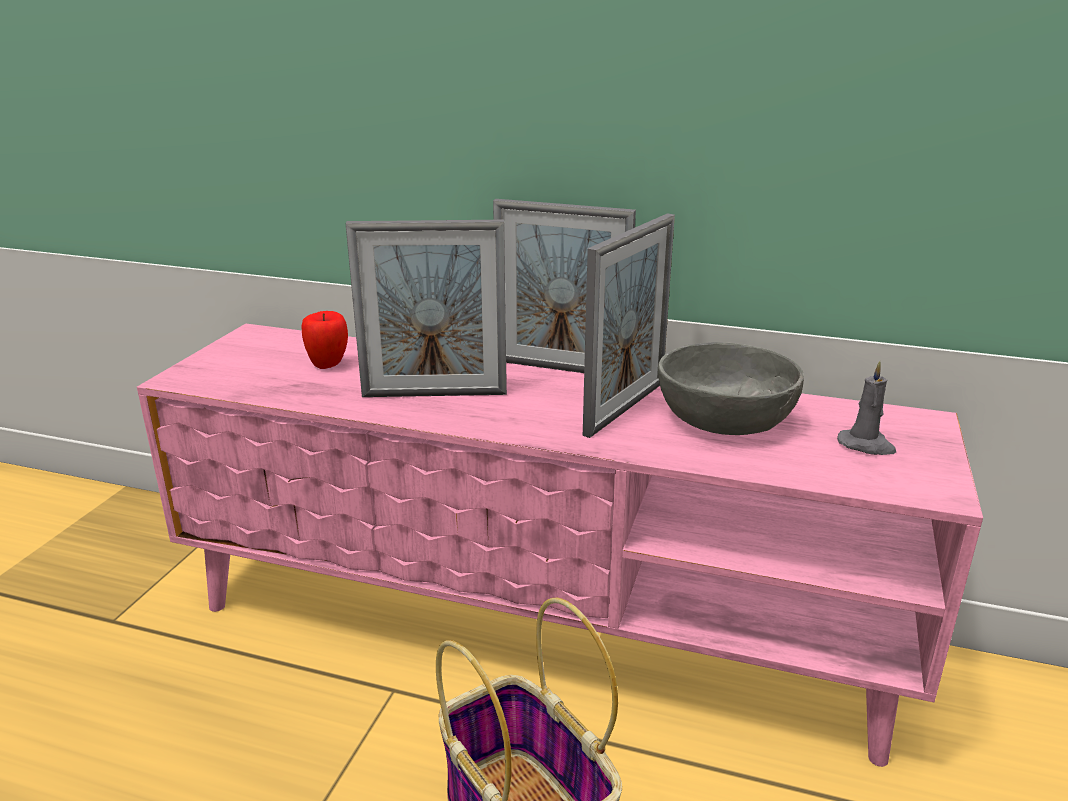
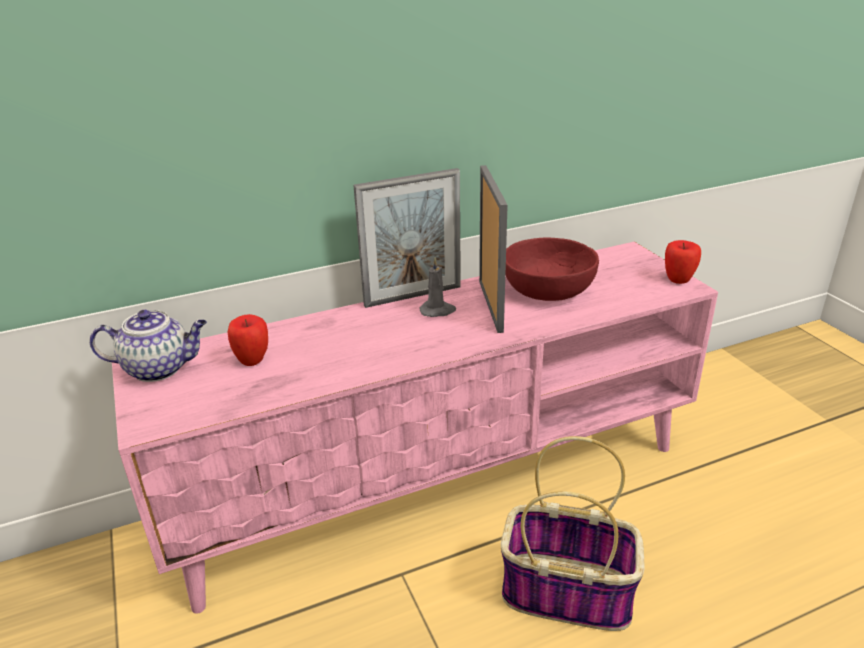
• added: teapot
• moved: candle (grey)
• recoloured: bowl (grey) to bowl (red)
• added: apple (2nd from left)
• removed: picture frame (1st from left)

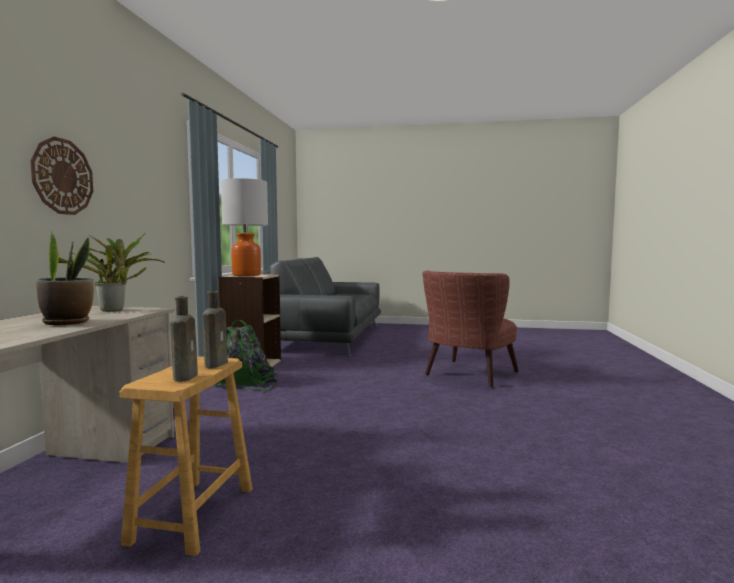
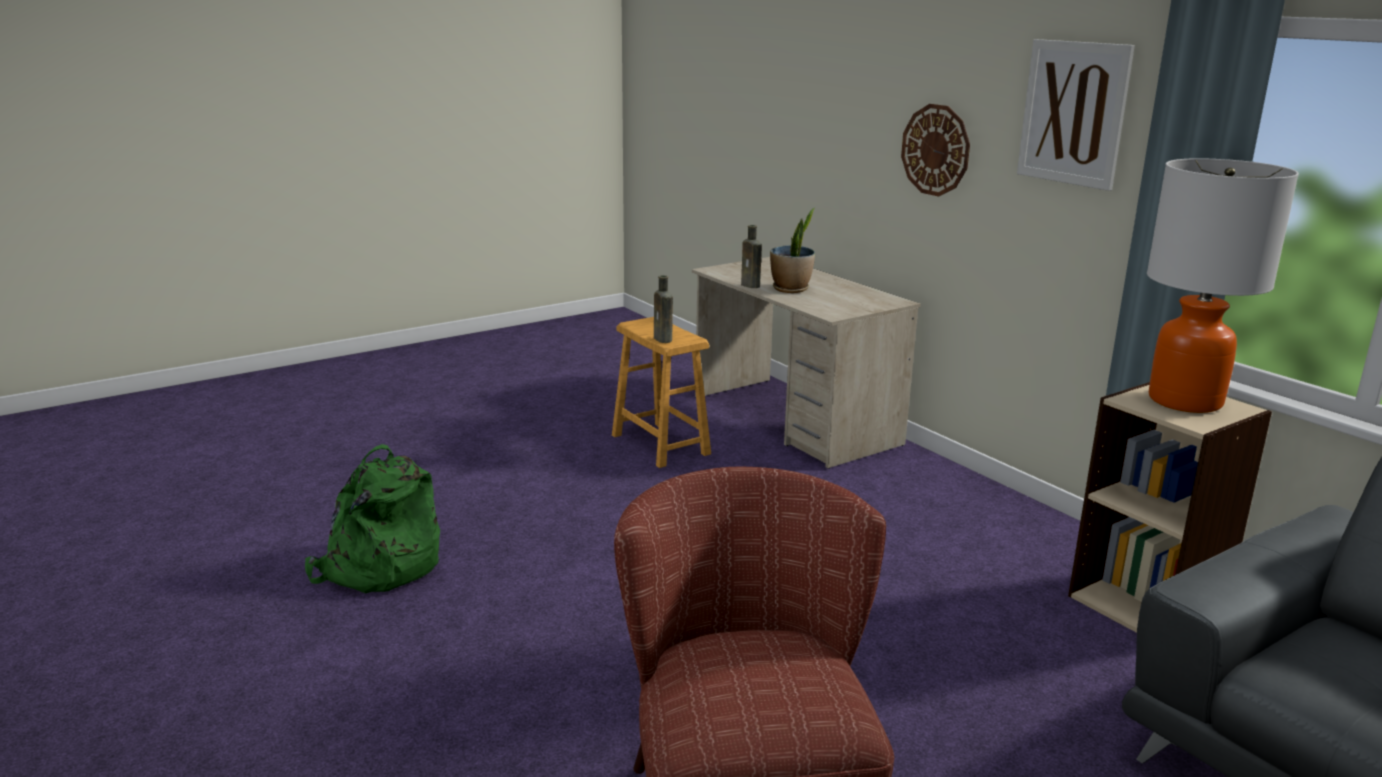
• moved: backpack (green)
• moved: bottle (brown) (1st from left in the first image) to bottle (brown) (2nd from left)
• added: picture
• removed: potted plant (2nd from left)

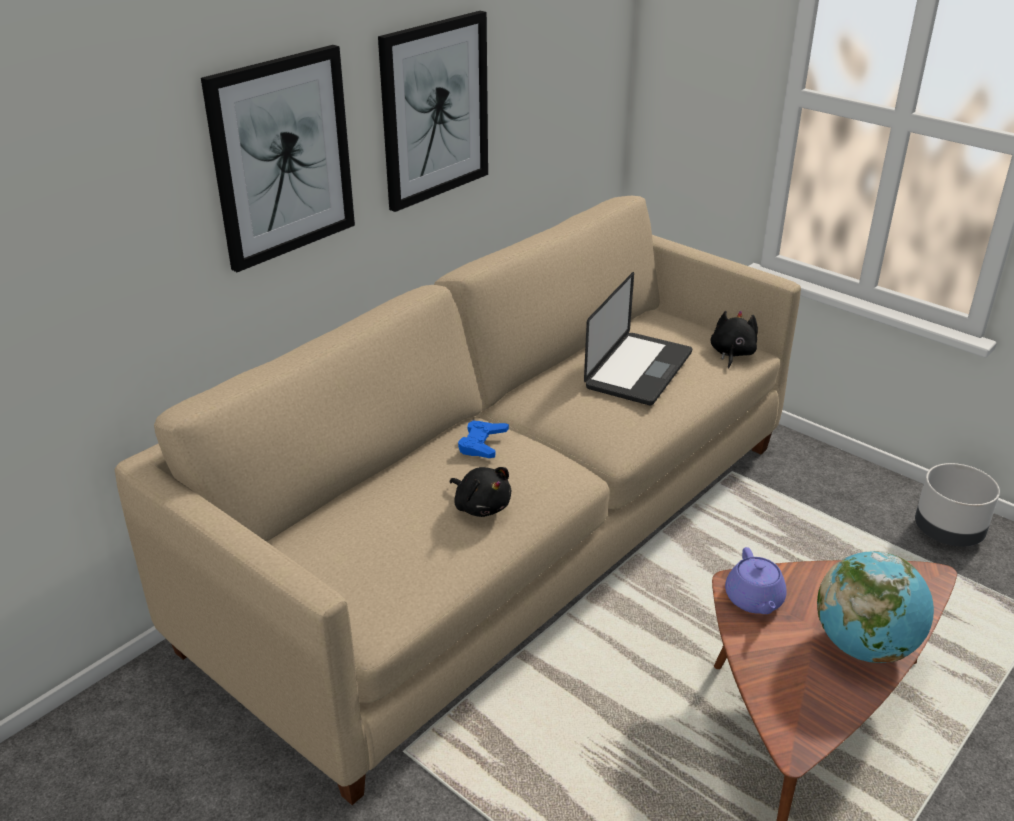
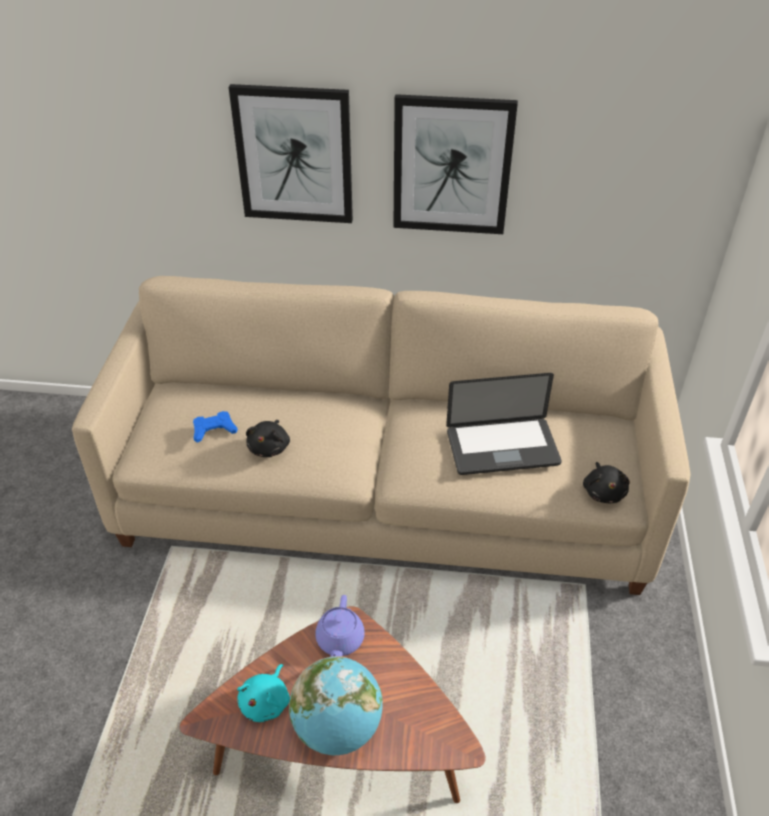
• moved: game controller (blue)
• added: plush toy (turquoise)
• turned: teapot (purple) 45 degrees counterclockwise
• turned: plush toy (black) (2nd from left) 105 degrees clockwise
• removed: planter (grey)

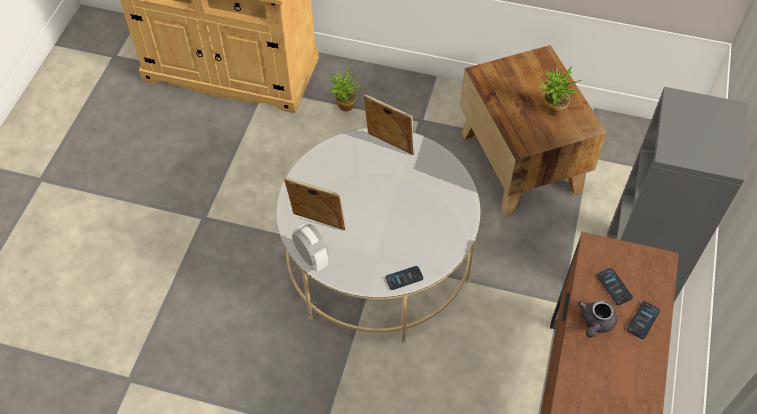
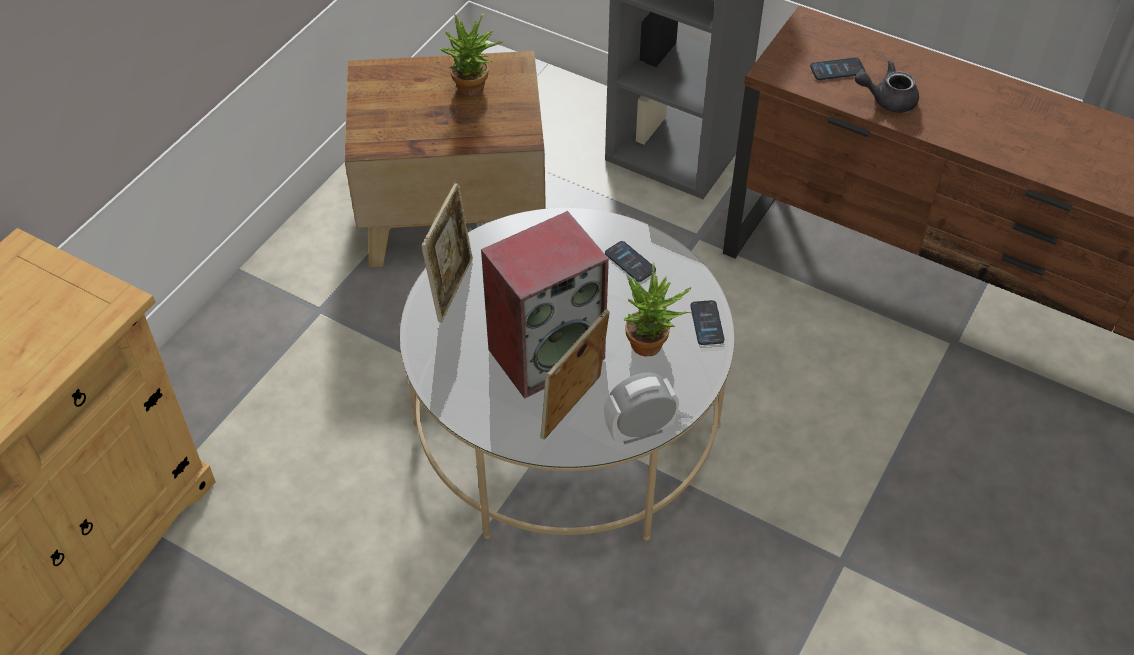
• turned: picture frame (2nd from left in the first image) 150 degrees clockwise
• added: speaker
• moved: phone (3rd from left in the first image) to phone (1st from left)
• moved: potted plant (1st from left in the first image) to potted plant (2nd from left)
• turned: teapot (grey) 135 degrees clockwise

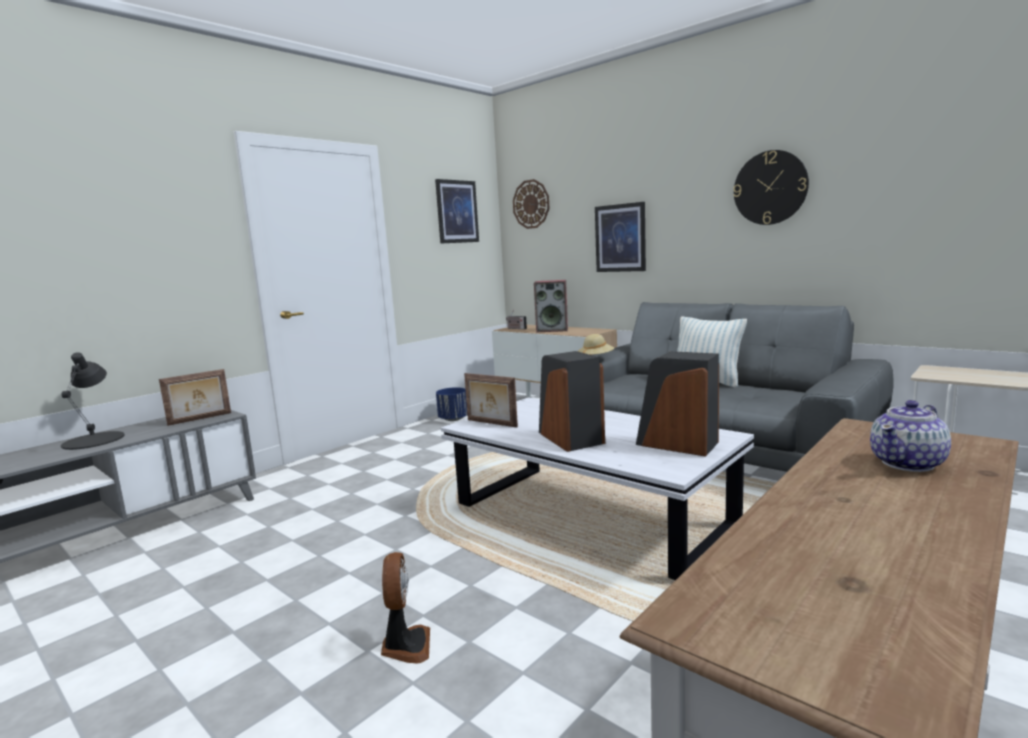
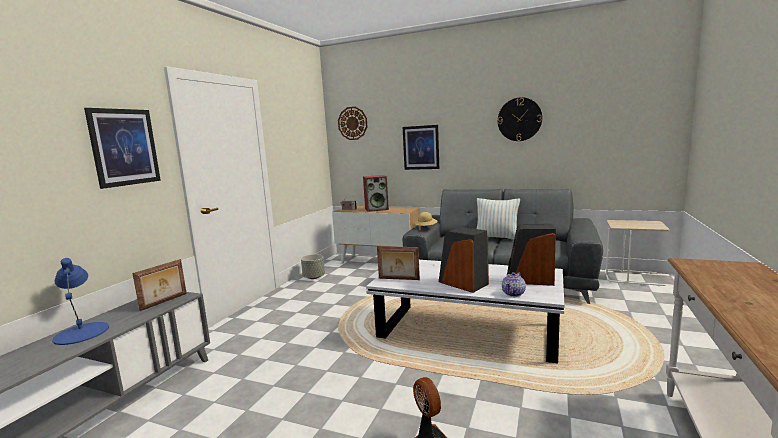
• recoloured: table lamp (black) to table lamp (blue)
• moved: picture (1st from left)
• recoloured: planter (blue) to planter (grey)
• moved: teapot

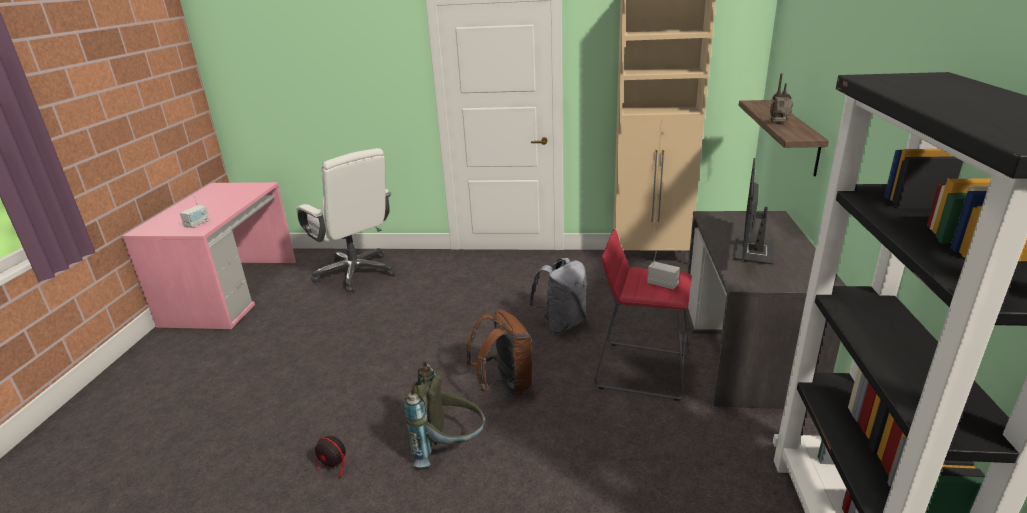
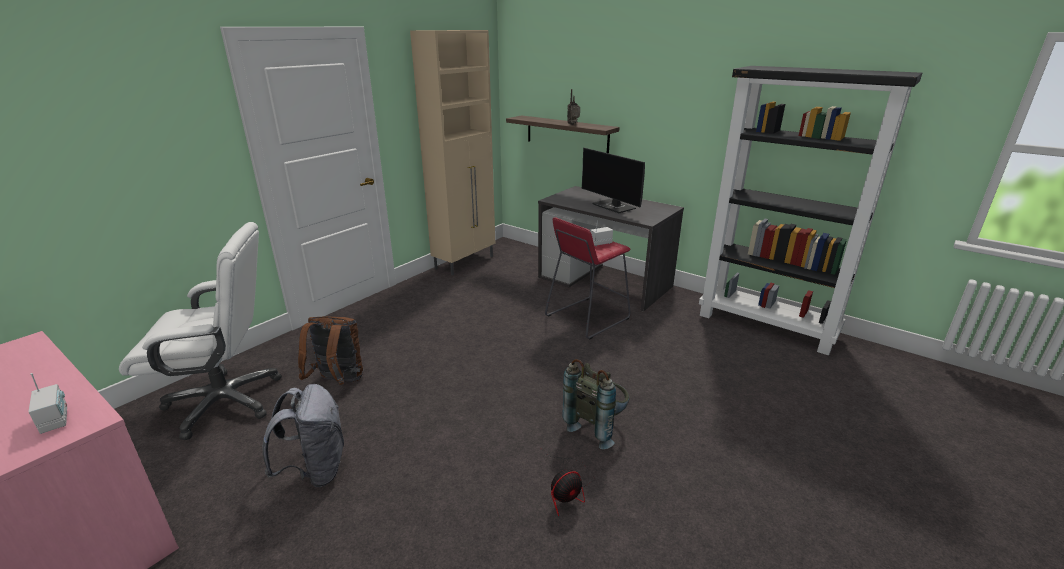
• moved: backpack (grey) (2nd from left in the first image) to backpack (grey) (1st from left)
• moved: backpack (brown)

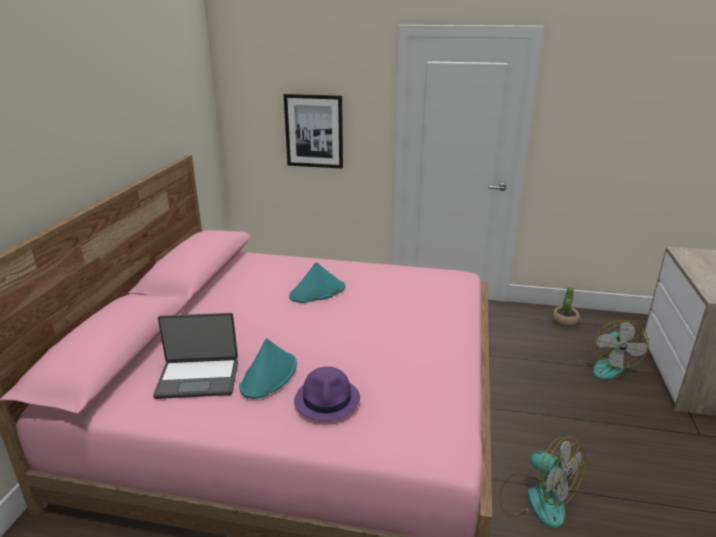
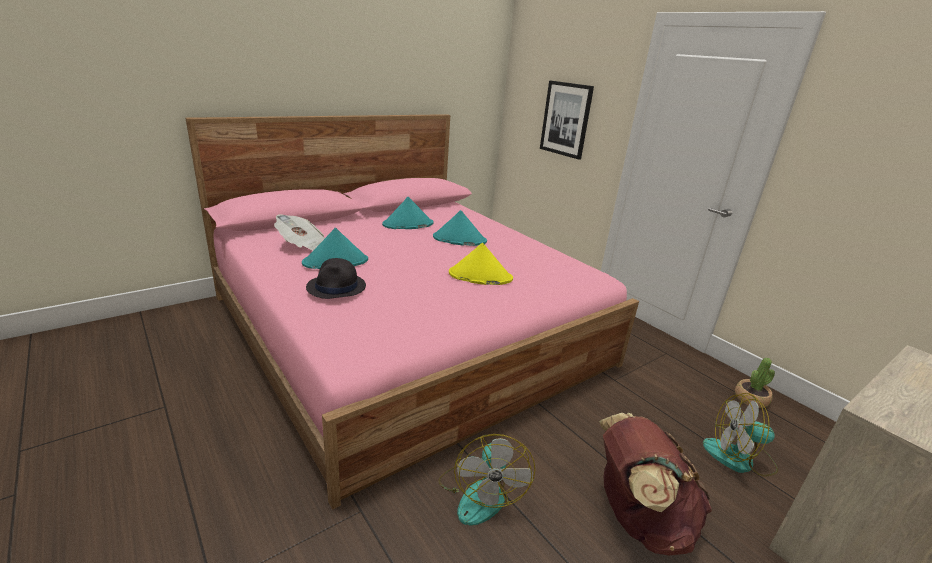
• replaced: laptop to newspaper
• recoloured: hat (purple) to hat (black)
• added: hat (turquoise) (2nd from left)
• added: hat (yellow)
• added: backpack (brown)
• turned: fan (2nd from left) 45 degrees clockwise

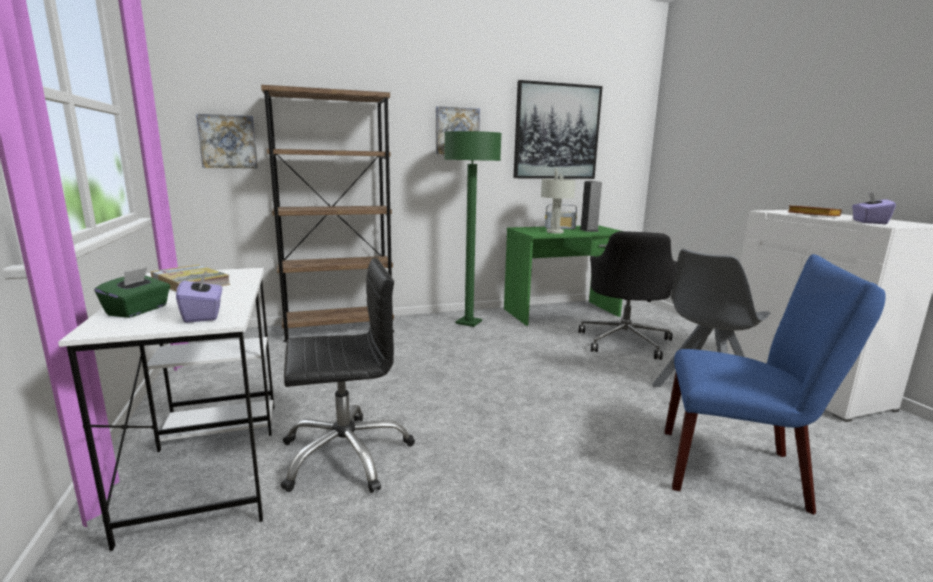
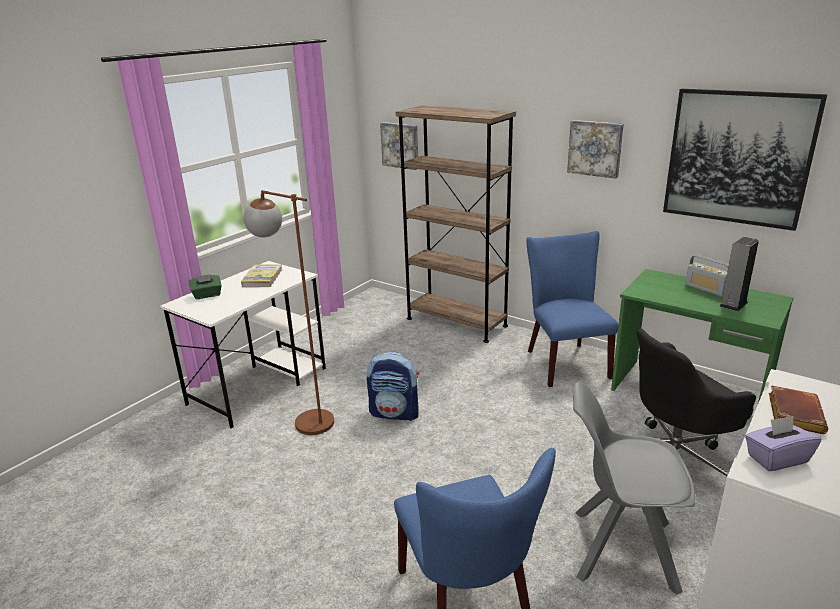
• replaced: office chair (black) (1st from left) to floor lamp (brown)
• added: backpack
• replaced: floor lamp (green) to chair (blue) (2nd from left)
• removed: tissue box (purple) (1st from left)
• removed: table lamp (grey)

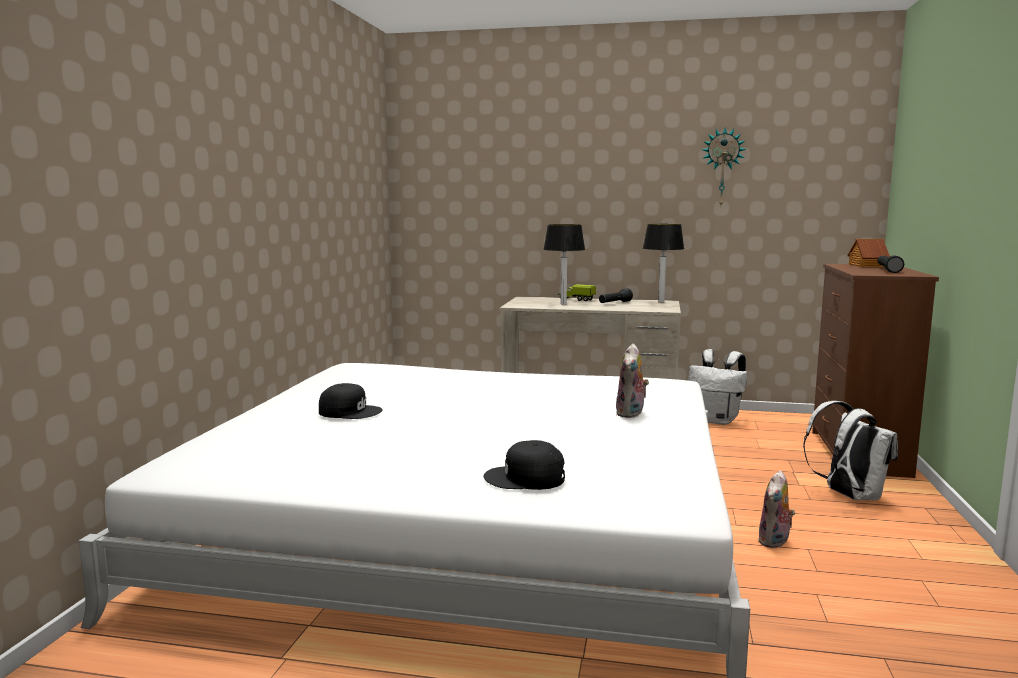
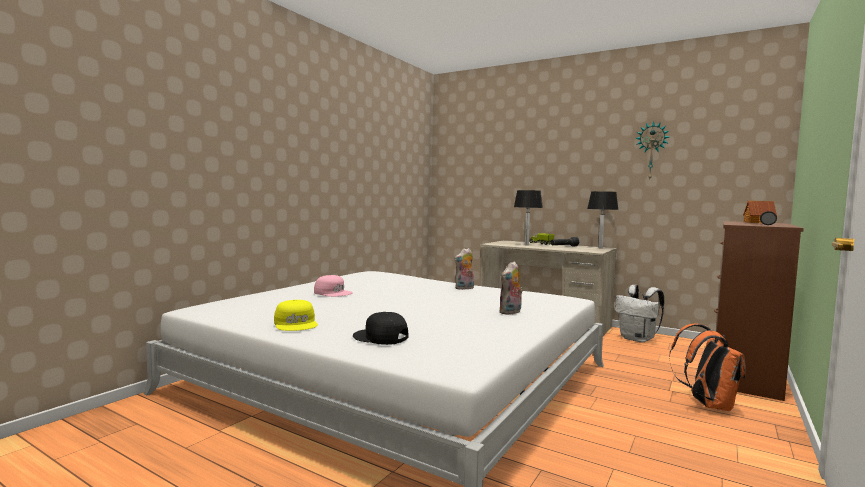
• added: cap (yellow)
• recoloured: cap (black) (1st from left) to cap (pink)
• moved: plush toy (2nd from left in the first image) to plush toy (1st from left)
• recoloured: backpack (white) (2nd from left) to backpack (orange)

